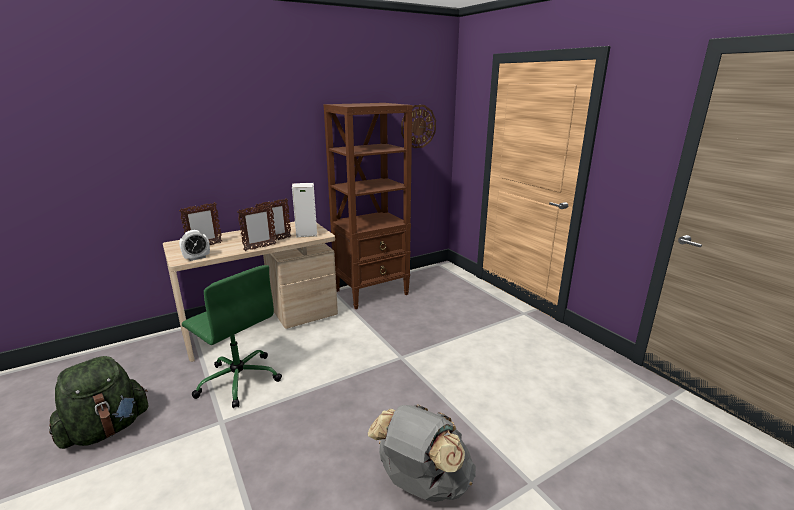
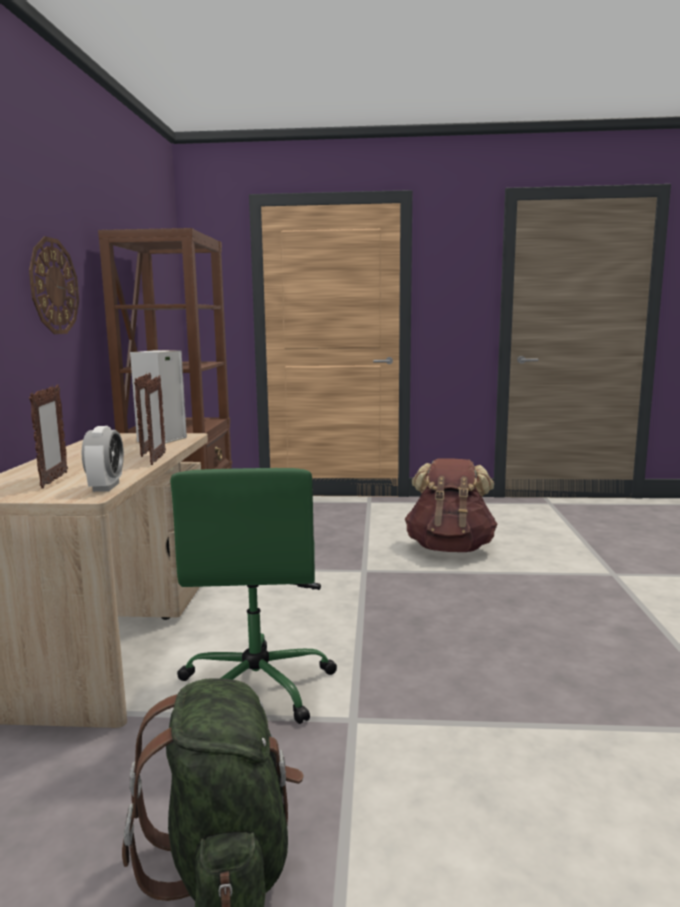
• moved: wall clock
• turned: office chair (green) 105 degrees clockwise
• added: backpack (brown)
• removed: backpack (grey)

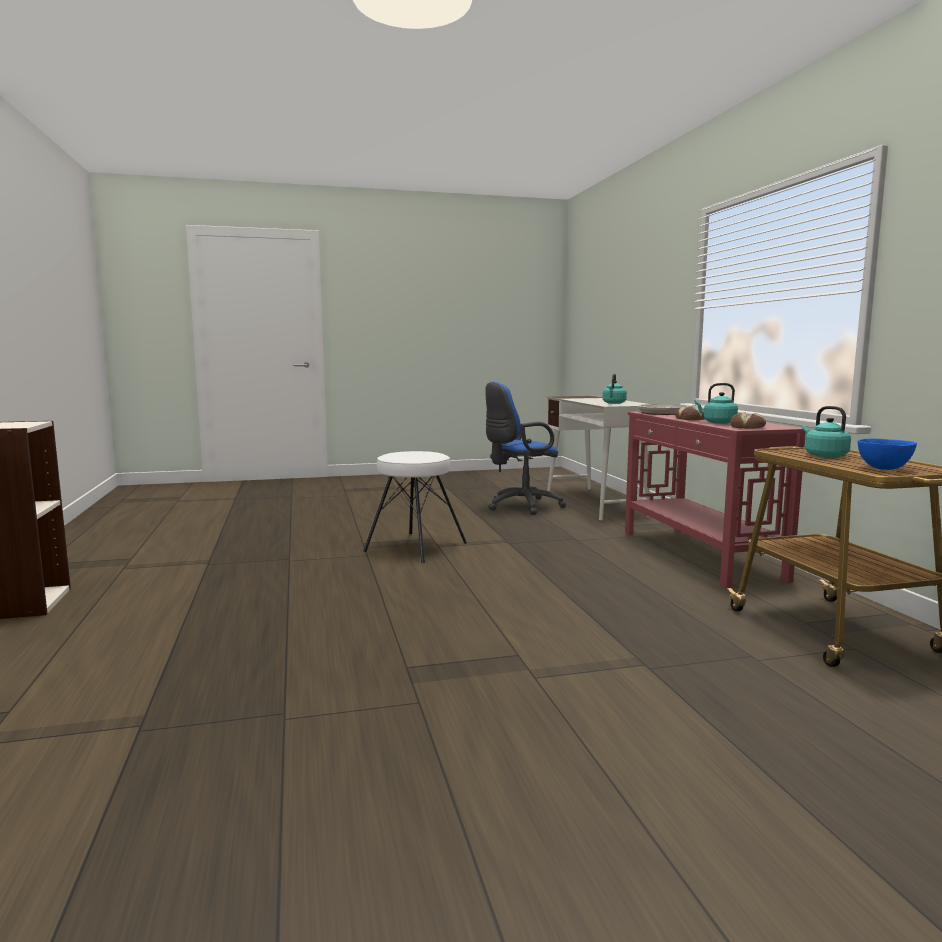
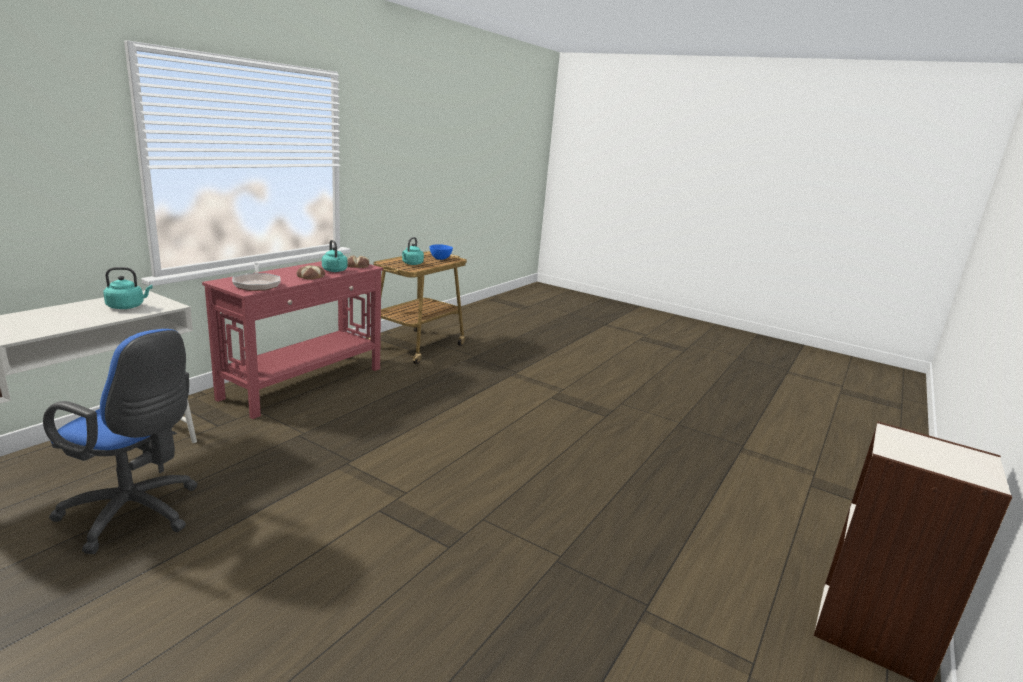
• removed: stool (white)

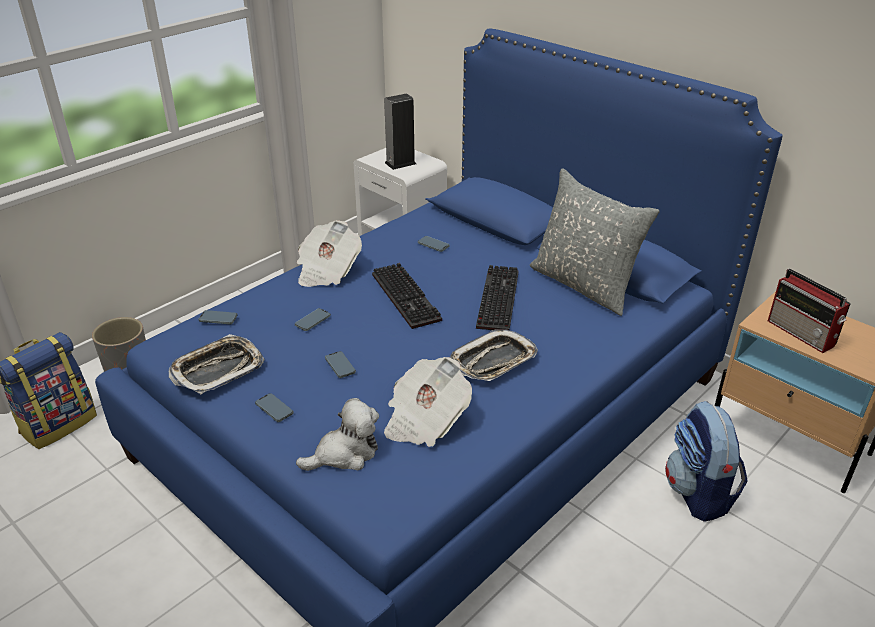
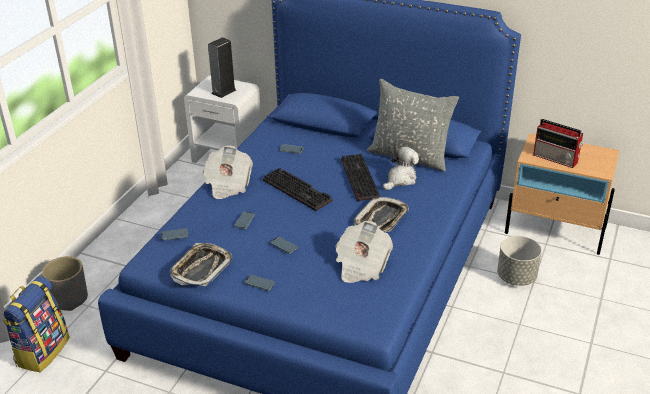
• moved: plush toy
• replaced: backpack (2nd from left) to planter (grey) (2nd from left)

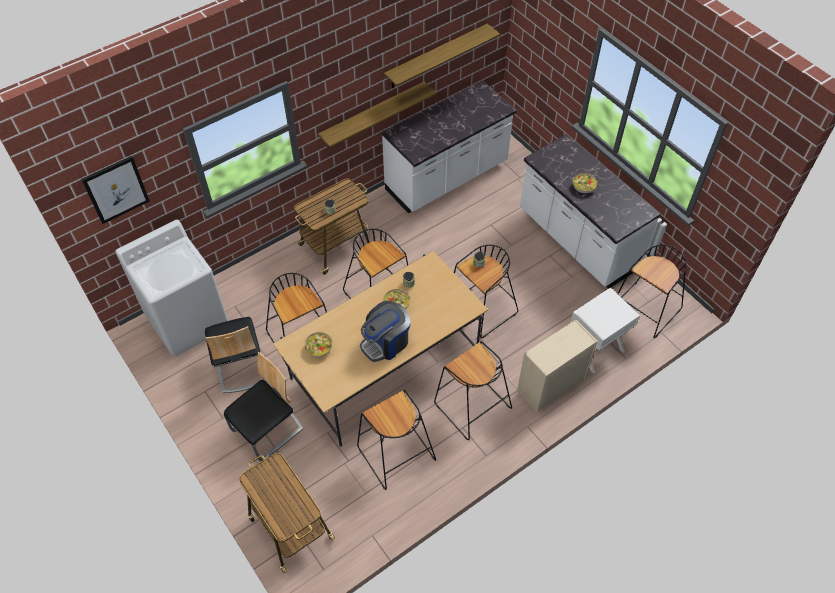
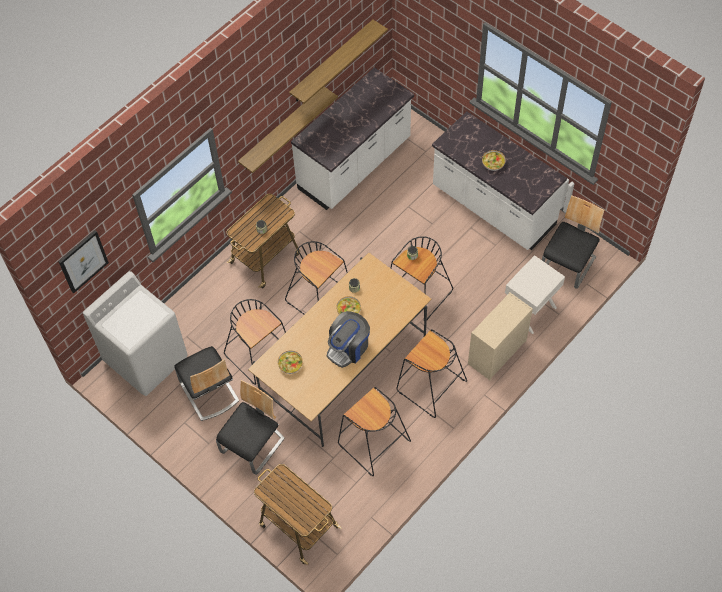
• replaced: stool (black) (6th from left) to chair (3rd from left)

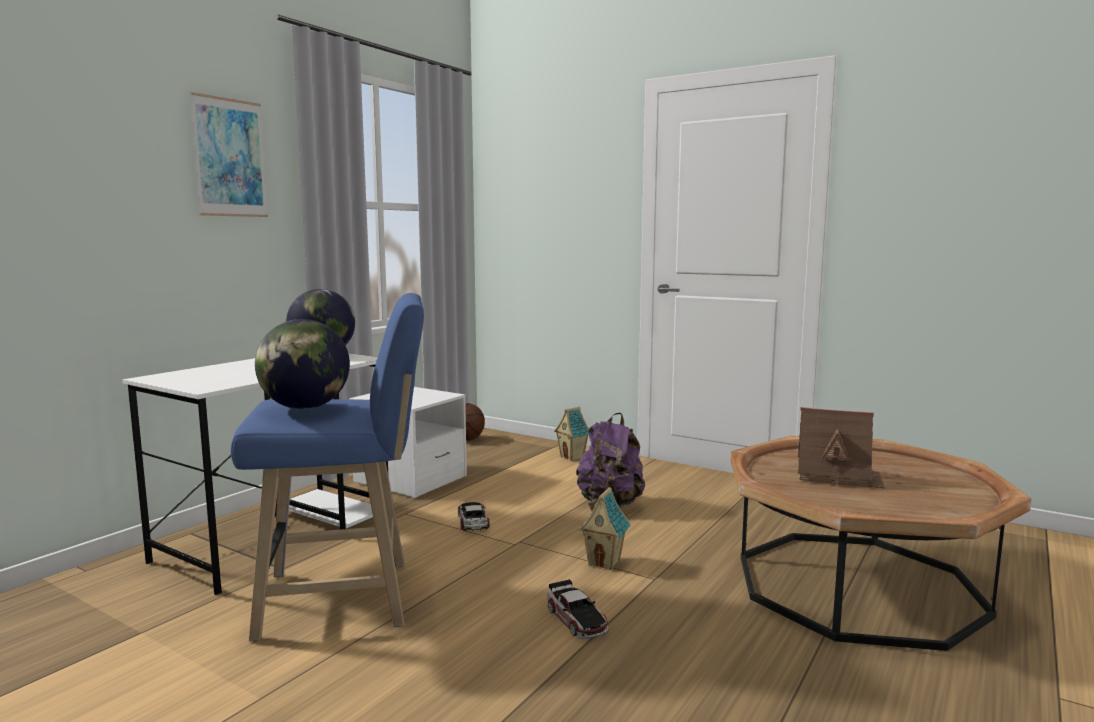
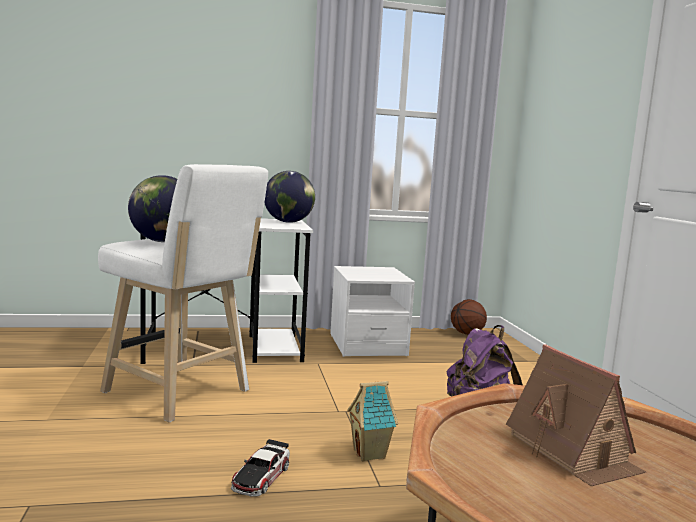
• recoloured: stool (blue) to stool (white)
• removed: picture
• removed: toy car (1st from left)
• removed: toy house (1st from left)

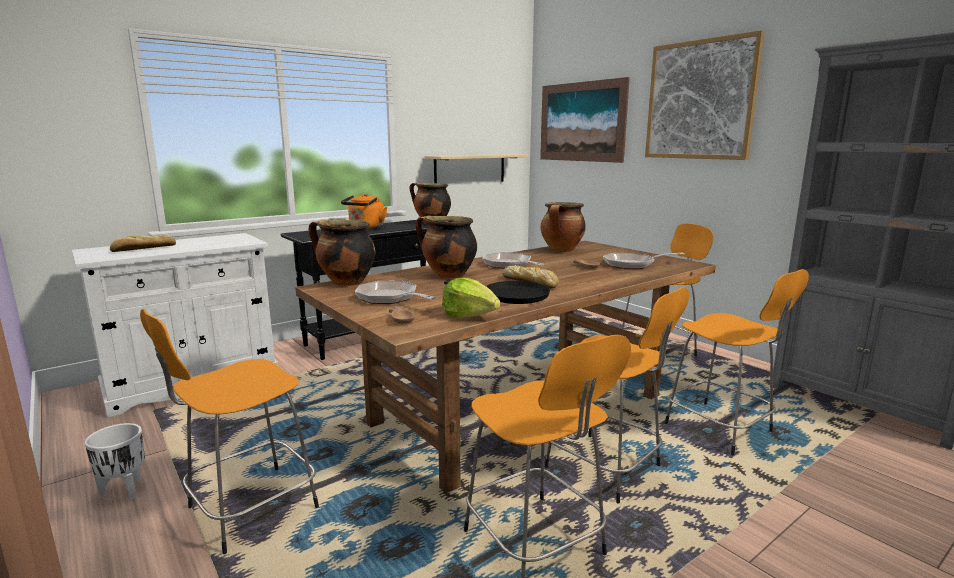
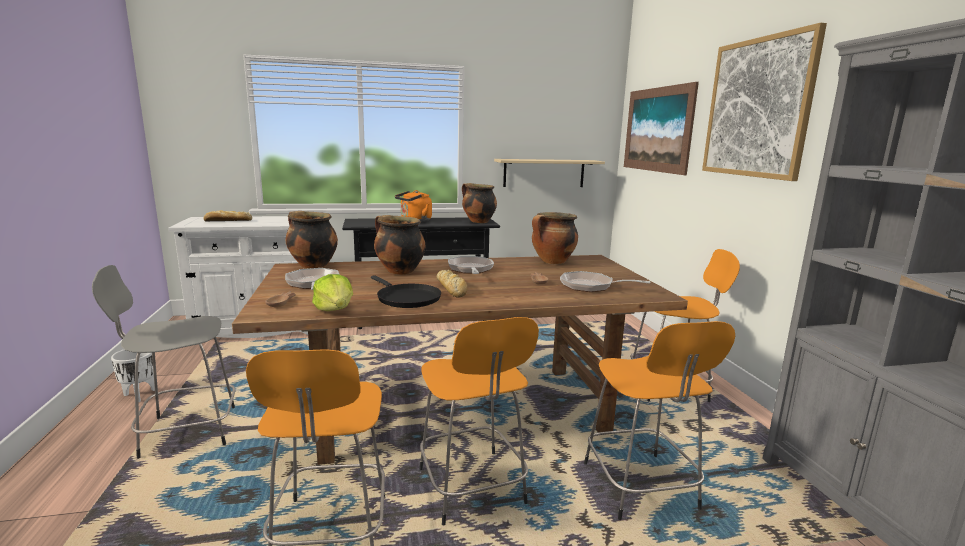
• recoloured: stool (orange) (1st from left) to stool (grey)

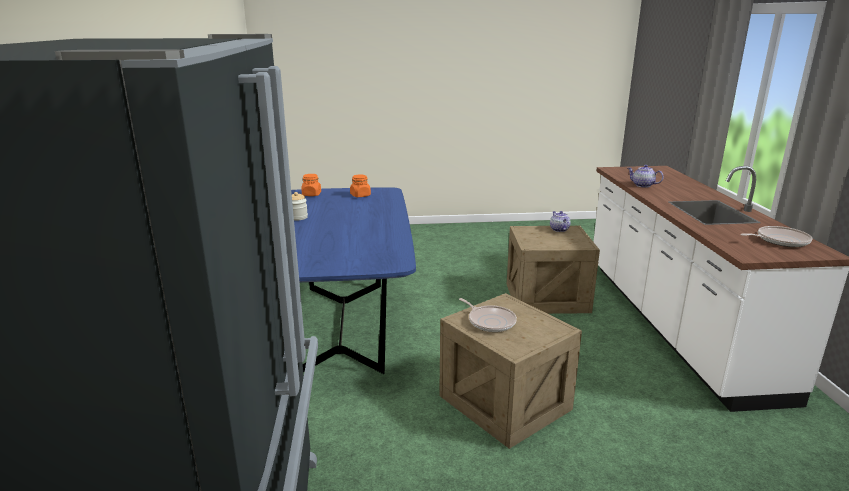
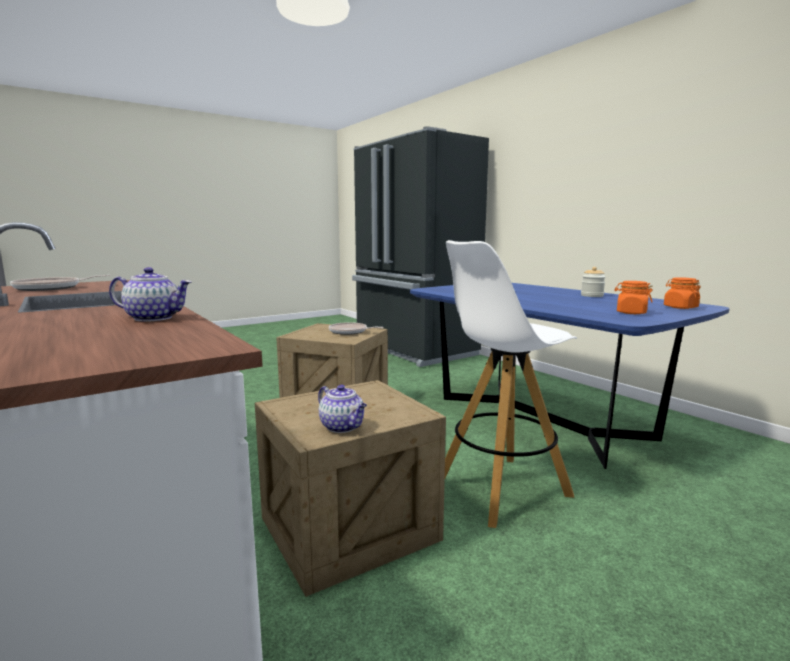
• added: stool (white)

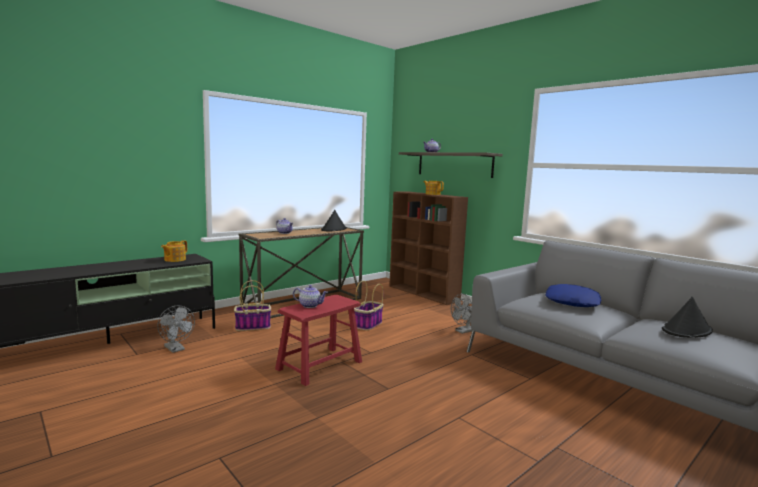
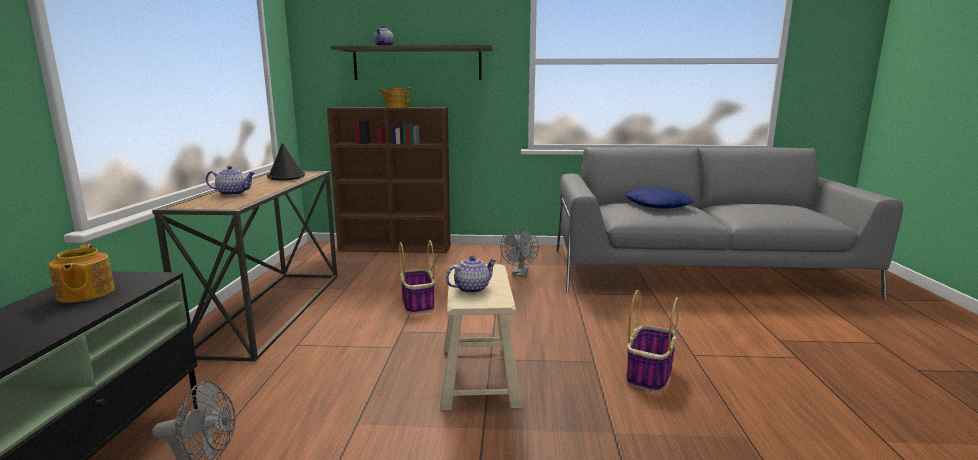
• recoloured: stool (red) to stool (beige)
• moved: basket (1st from left in the first image) to basket (2nd from left)
• removed: hat (black) (2nd from left)

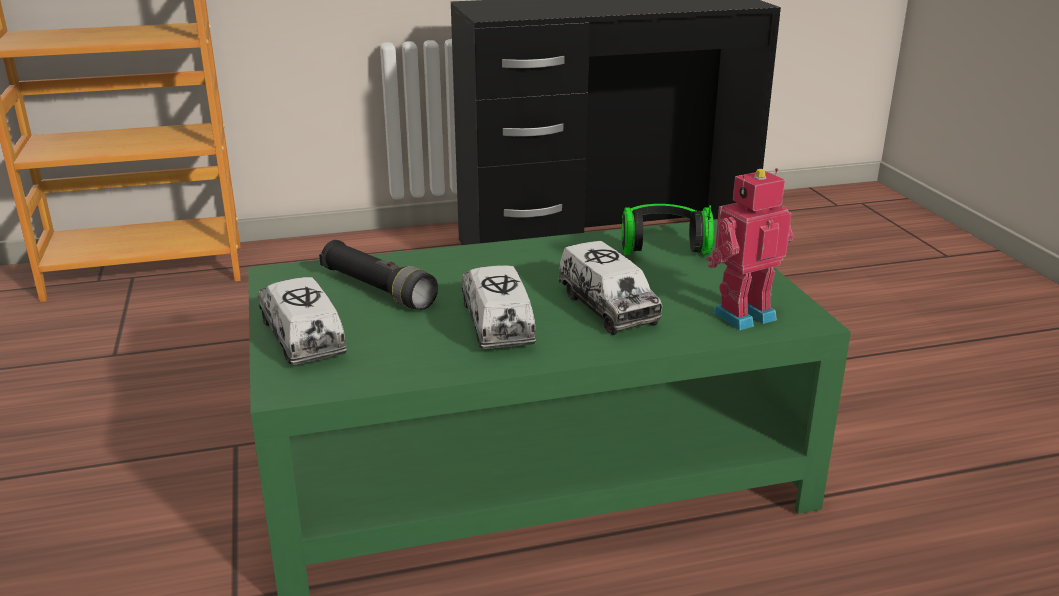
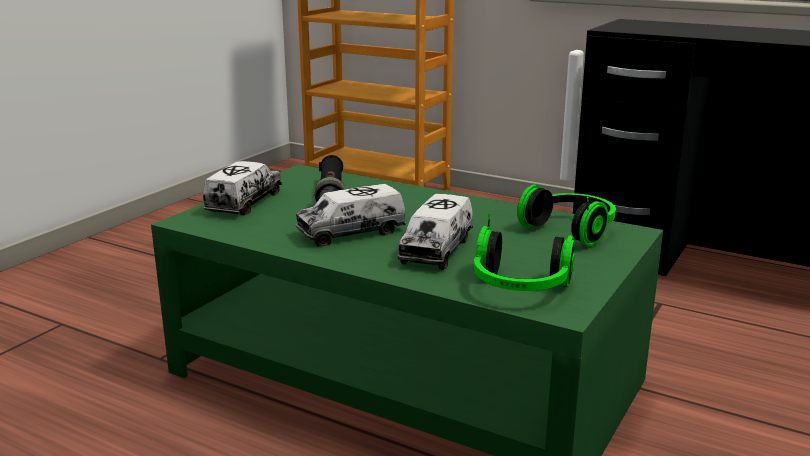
• turned: toy truck (2nd from left) 150 degrees counterclockwise
• replaced: toy robot to headphones (1st from left)

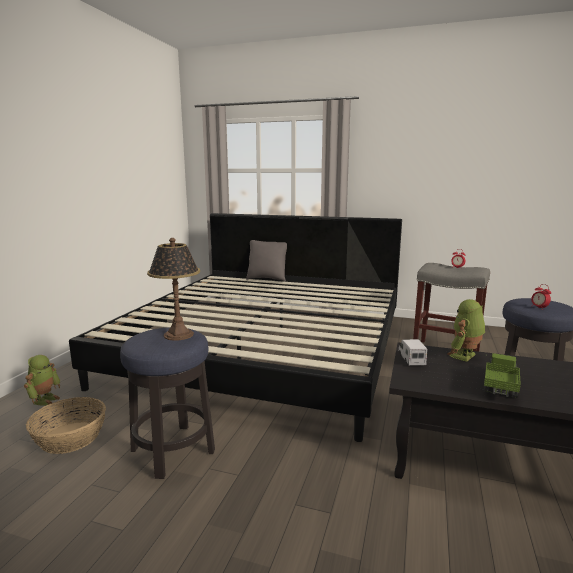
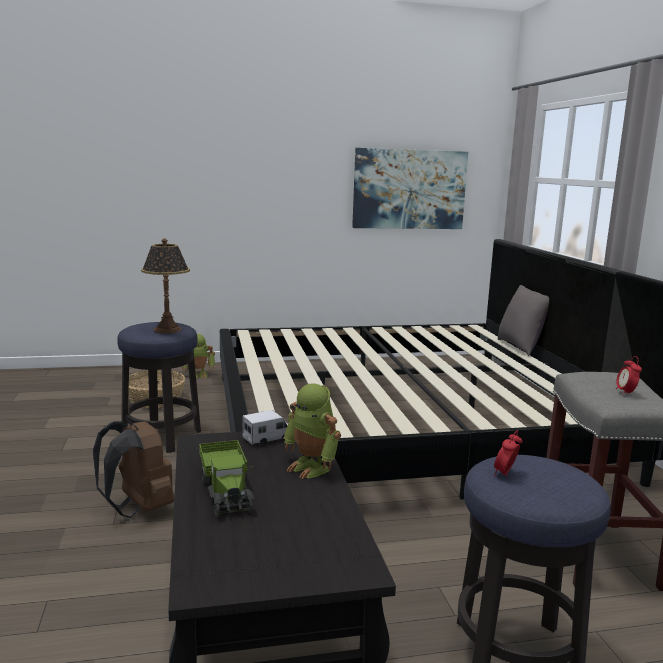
• added: backpack (brown)
• turned: toy truck (2nd from left in the first image) 75 degrees clockwise
• turned: toy robot (2nd from left) 150 degrees counterclockwise
• added: picture

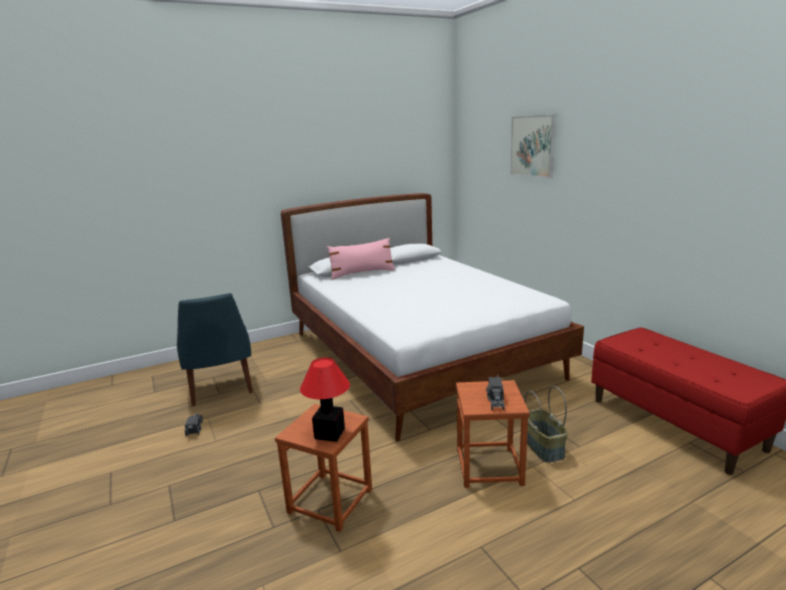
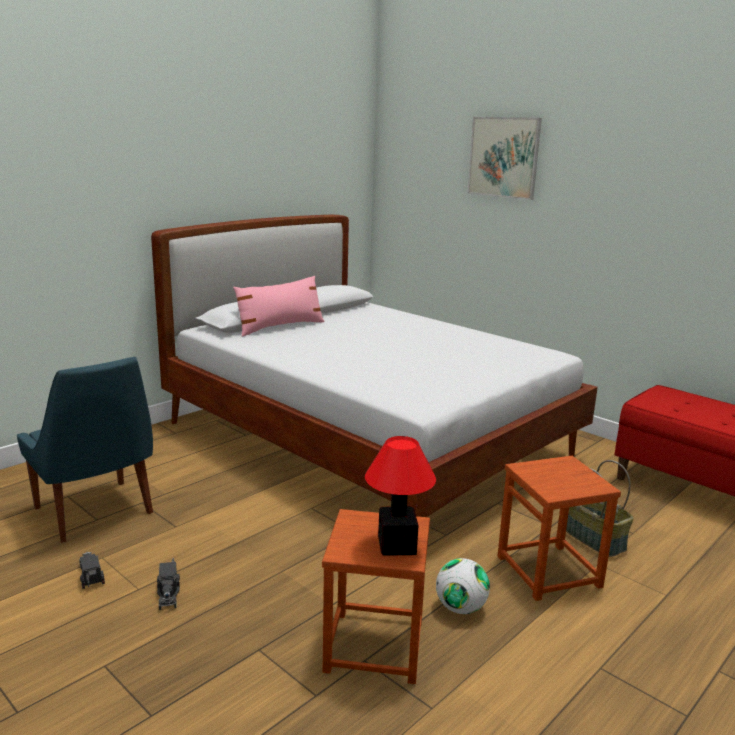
• moved: toy truck (2nd from left)
• added: football

